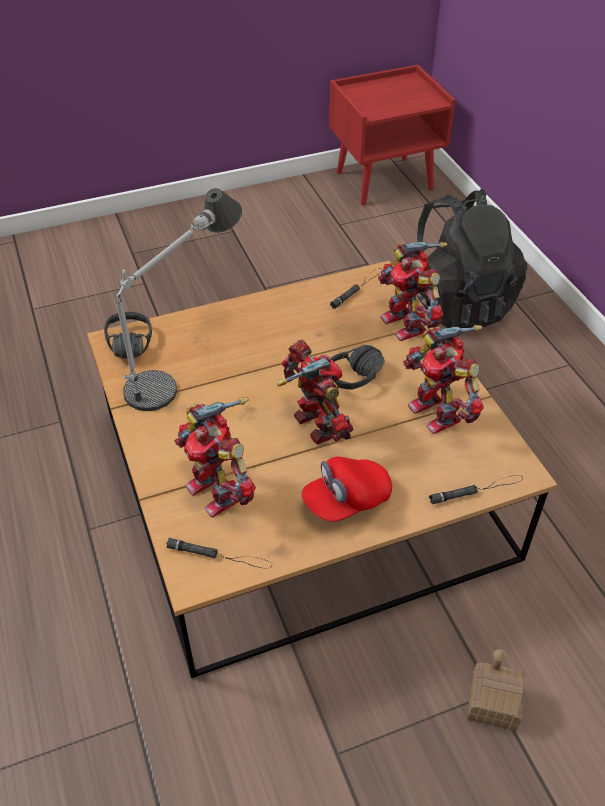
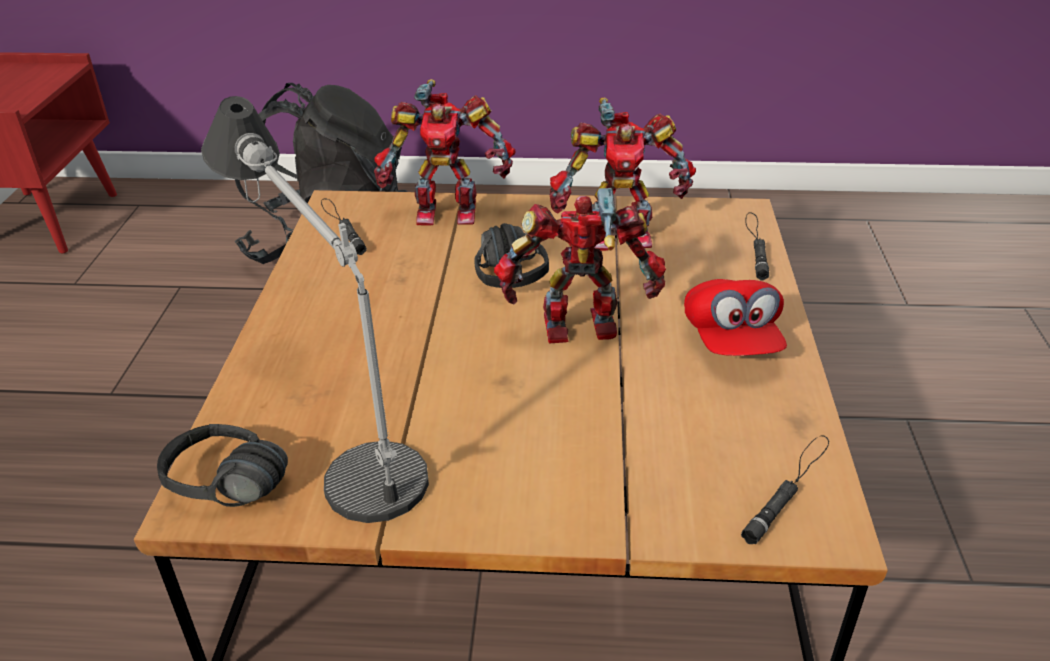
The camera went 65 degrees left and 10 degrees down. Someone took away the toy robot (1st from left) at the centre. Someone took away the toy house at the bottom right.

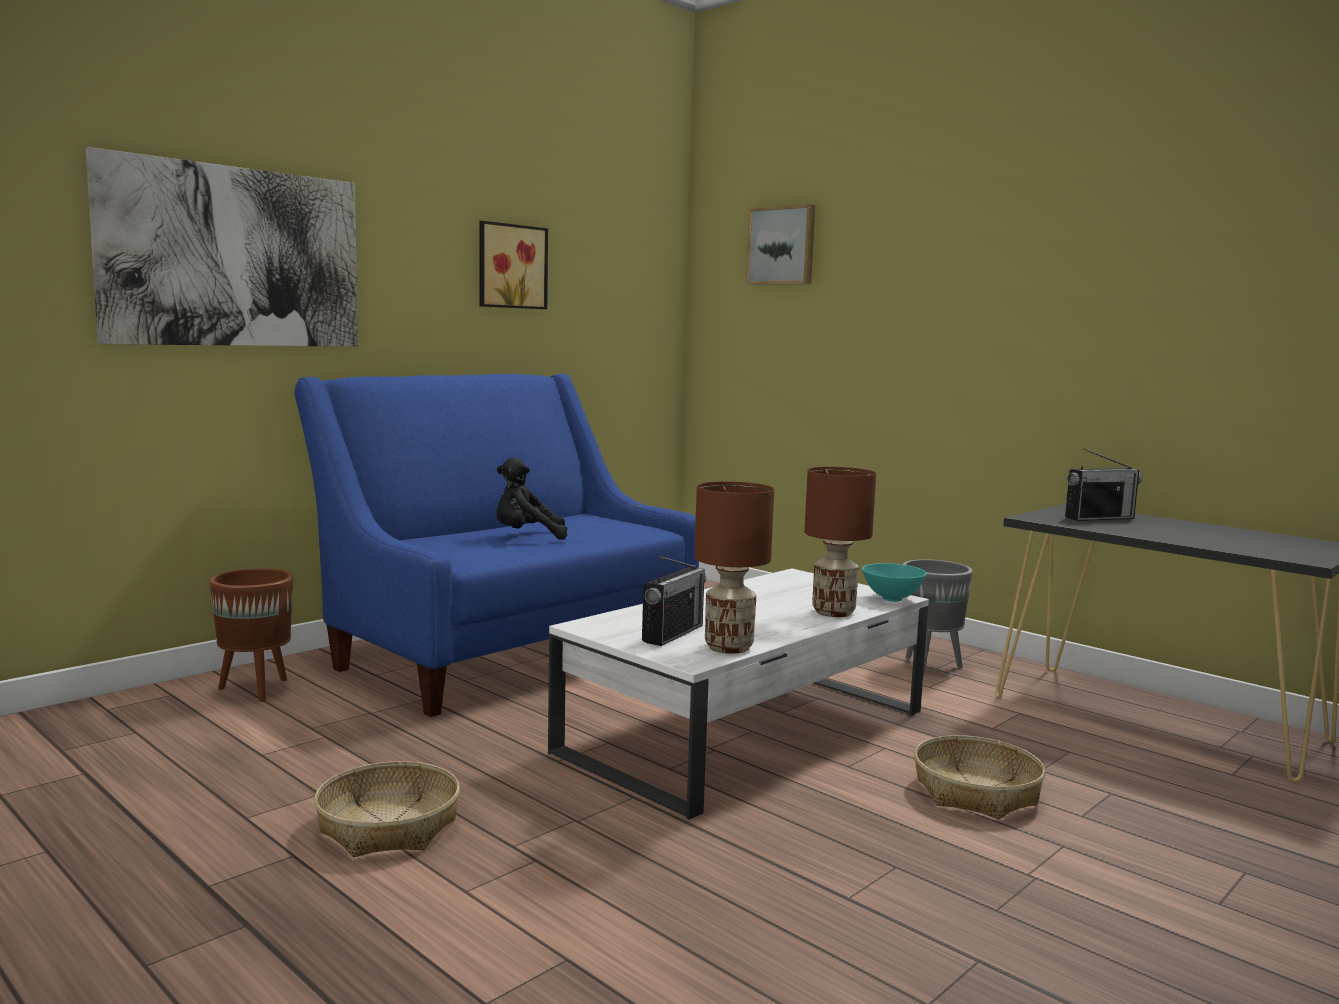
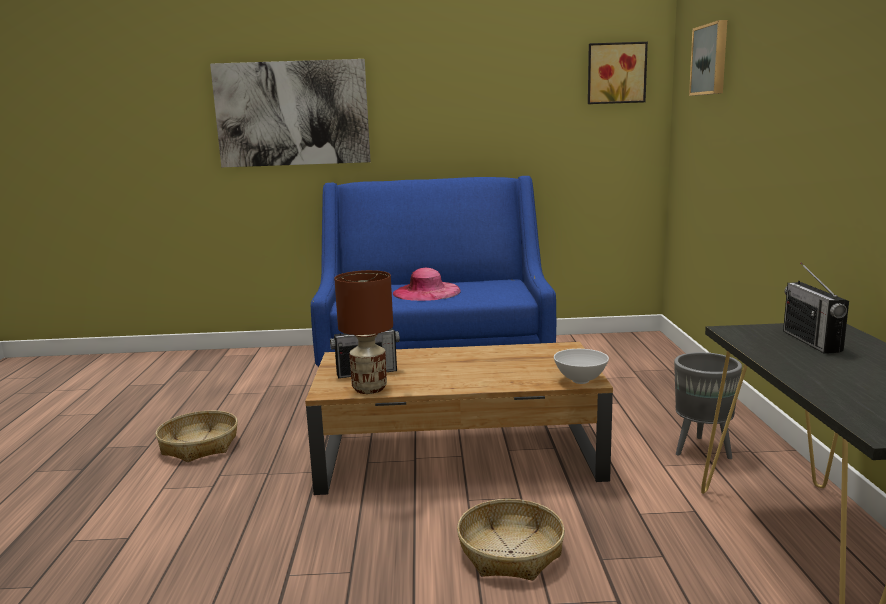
The camera went 45 degrees right and 5 degrees up. Someone repainted the coffee table (white) at the bottom centre, which became the coffee table (brown) at the bottom centre. Someone swapped the plush toy (black) at the centre for the hat (pink) at the centre. Someone repainted the bowl (turquoise) at the middle right, which became the bowl (white) at the centre. Someone carried the picture (2nd from left) from the top centre to the top right. Someone rotated the radio (2nd from left) at the middle right by 60 degrees clockwise. Someone took away the planter (brown) at the middle left. Someone took away the table lamp (brown) (2nd from left) at the centre.

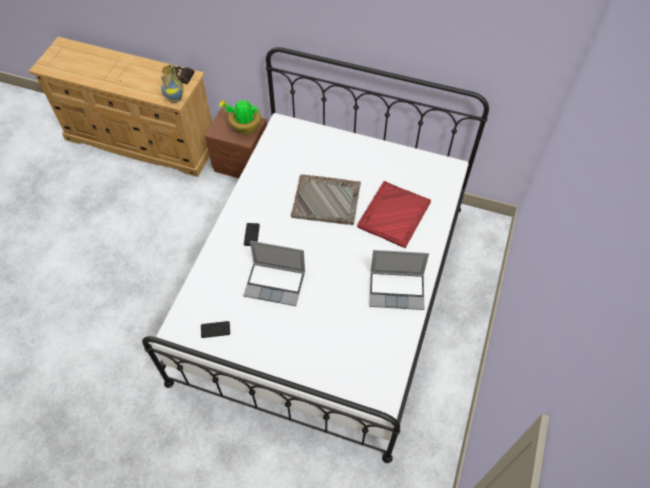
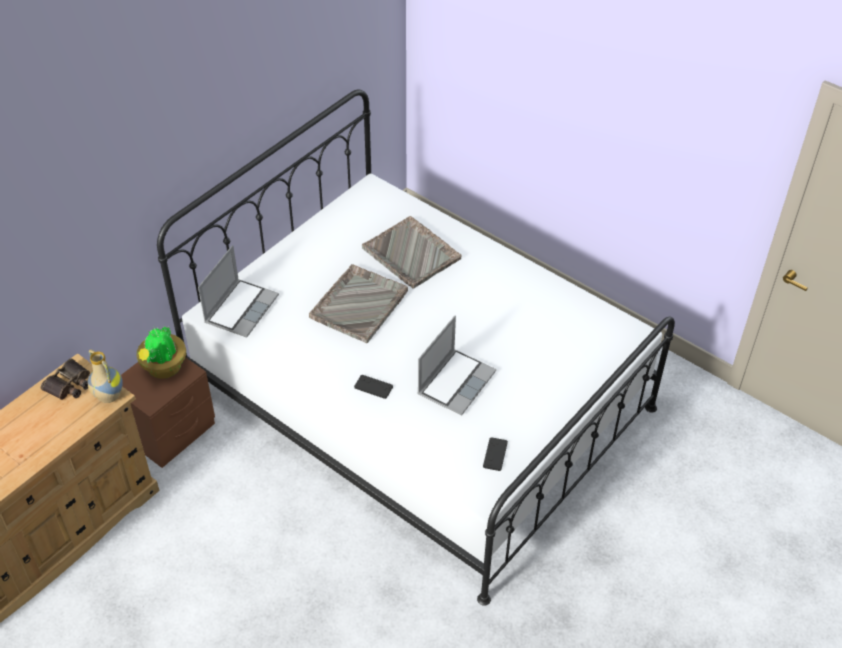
The camera went 70 degrees left and 10 degrees down. Someone carried the laptop (2nd from left in the first image) from the centre to the middle left. Someone repainted the tray (red) at the centre, which became the tray (grey) (2nd from left) at the centre.

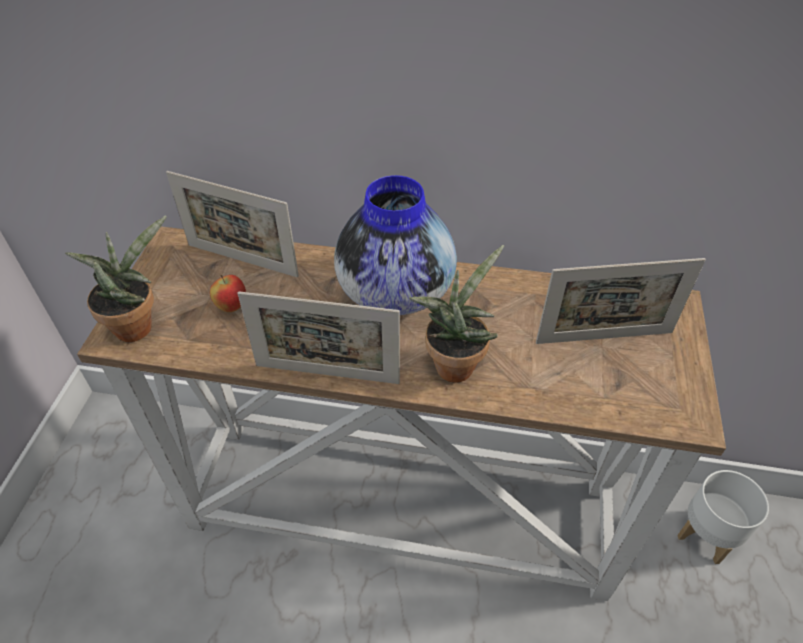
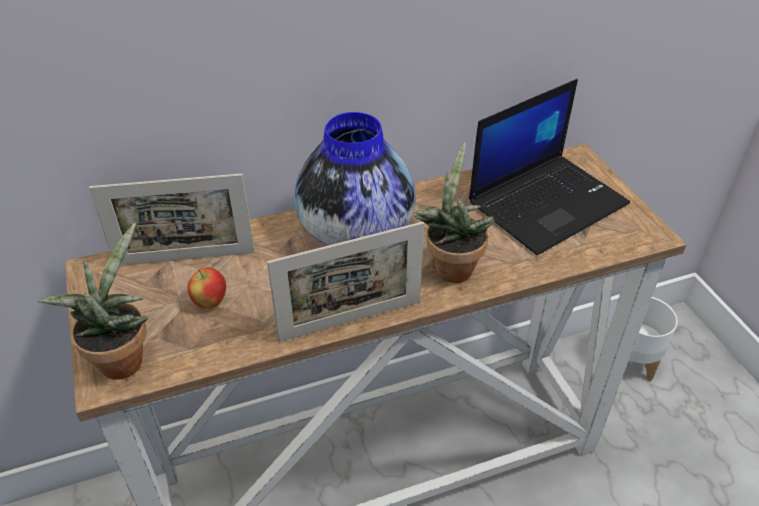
The camera went 30 degrees left and 5 degrees down. Someone swapped the picture frame (3rd from left) at the middle right for the laptop at the top right.

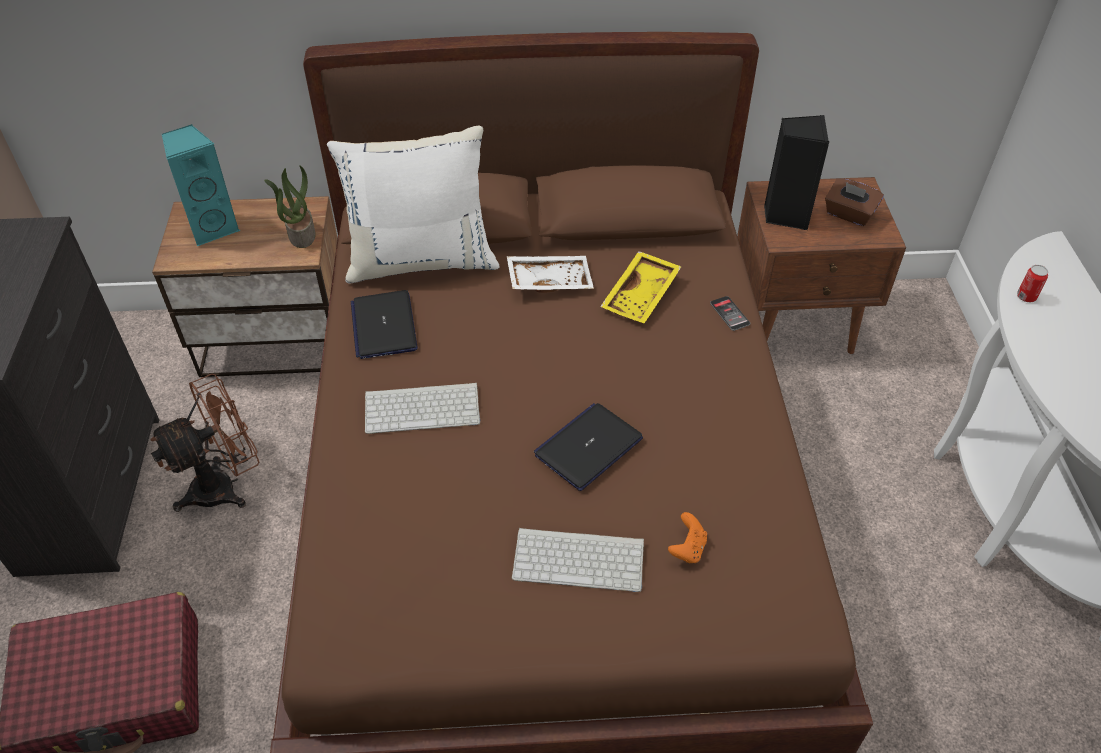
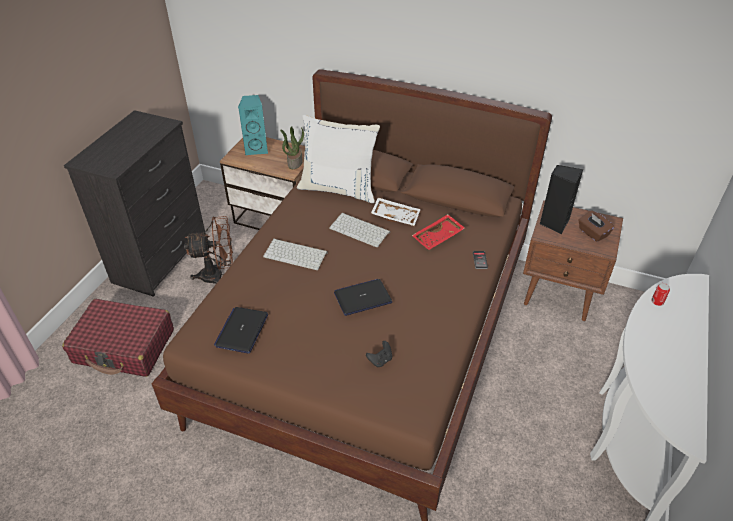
The camera went 25 degrees right and 5 degrees down. Someone carried the laptop (1st from left) from the centre to the middle left. Someone carried the keyboard (2nd from left) from the bottom centre to the centre. Someone repainted the game controller (orange) at the bottom centre, which became the game controller (black) at the bottom centre. Someone repainted the tray (yellow) at the centre, which became the tray (red) at the centre.

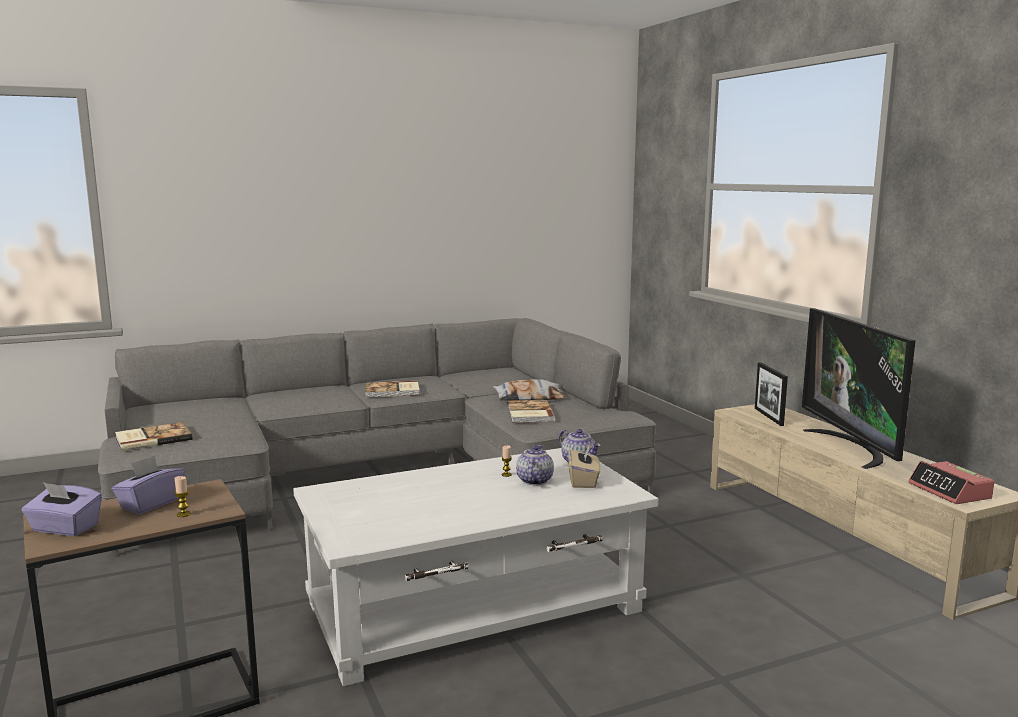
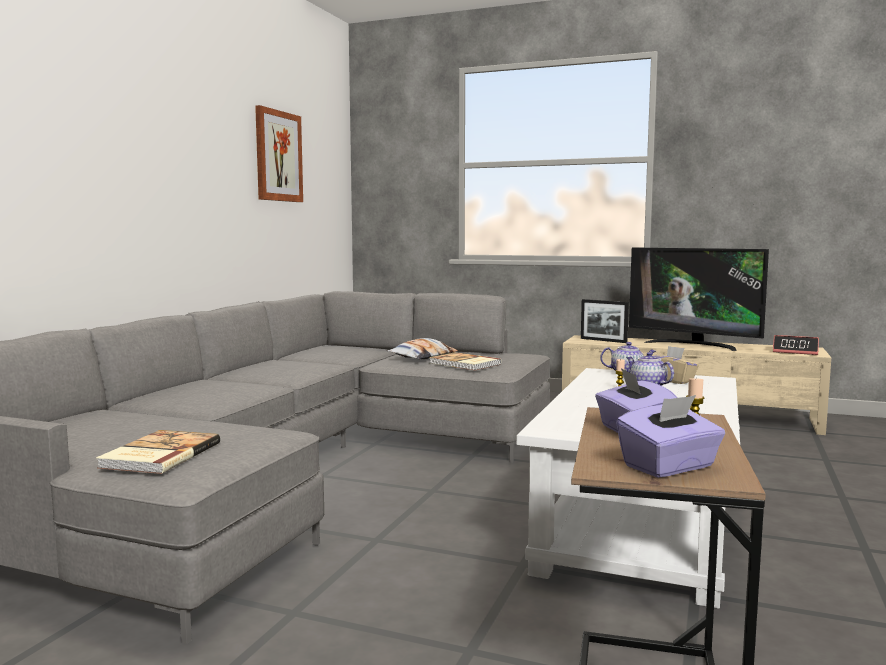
The camera went 45 degrees left and 5 degrees down. Someone put up the picture at the top left. Someone took away the book (2nd from left) at the centre.

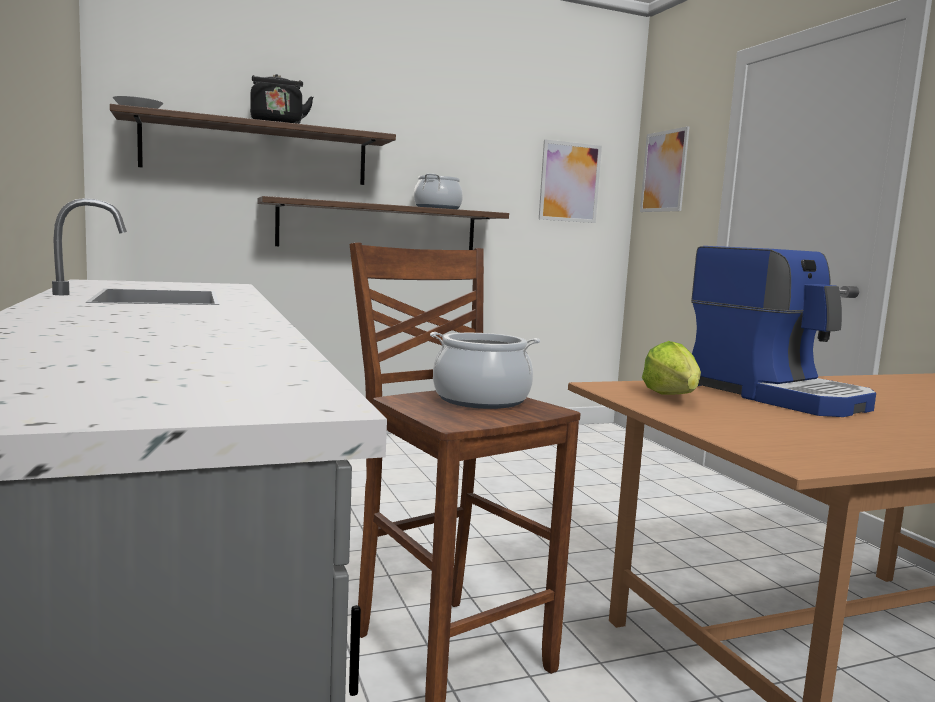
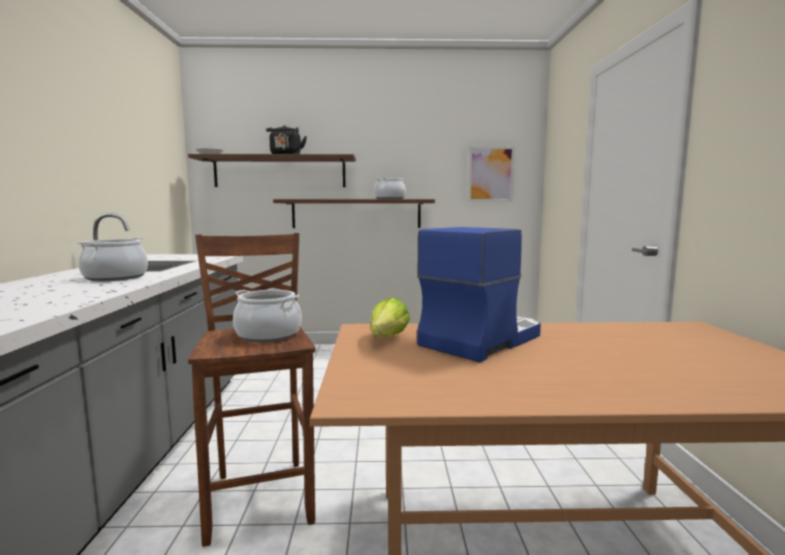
The camera went 20 degrees right and 0 degrees up. Someone put down the cooking pot (1st from left) at the middle left. Someone rotated the coffee machine at the middle right by 120 degrees counterclockwise. Someone took away the picture (2nd from left) at the top right.

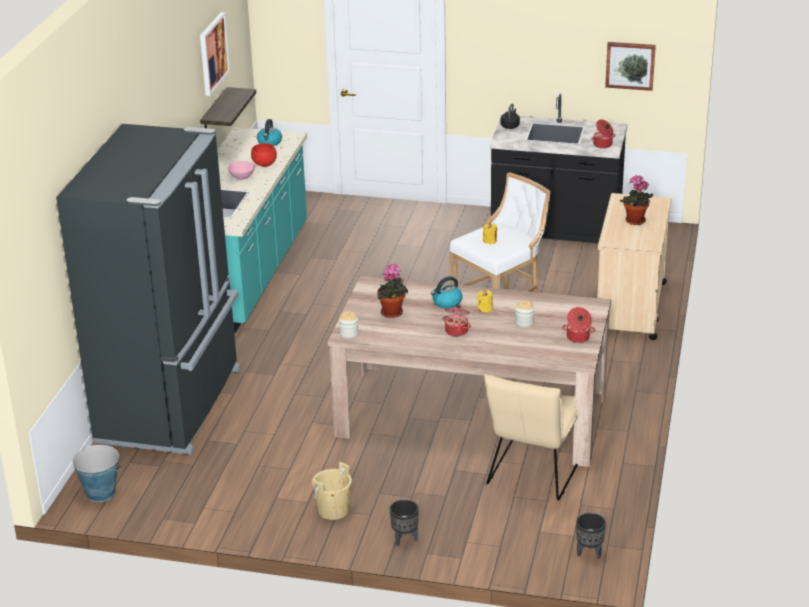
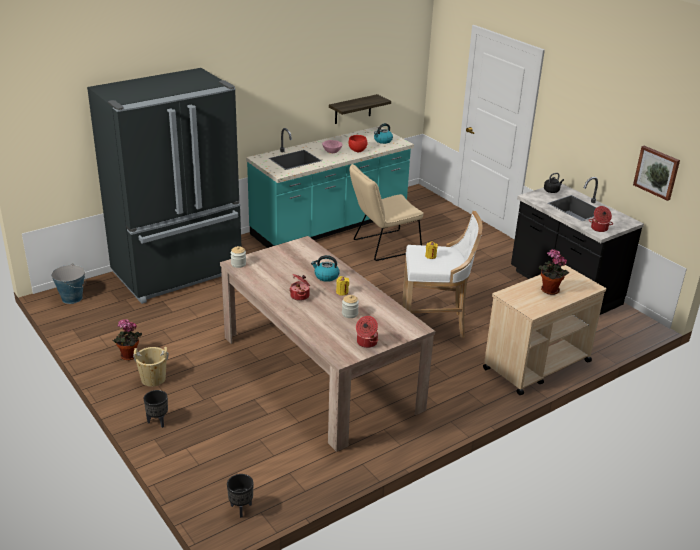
The camera went 40 degrees right and 0 degrees up. Someone carried the potted plant (1st from left) from the centre to the middle left. Someone carried the chair (beige) from the bottom centre to the centre. Someone took away the picture (1st from left) at the top left.

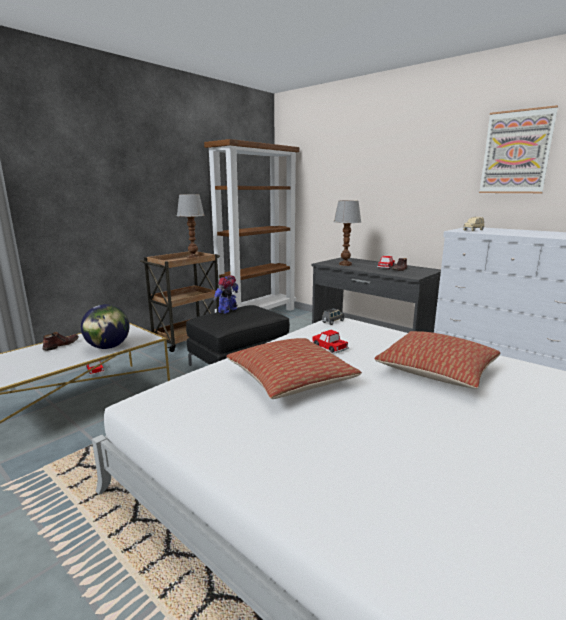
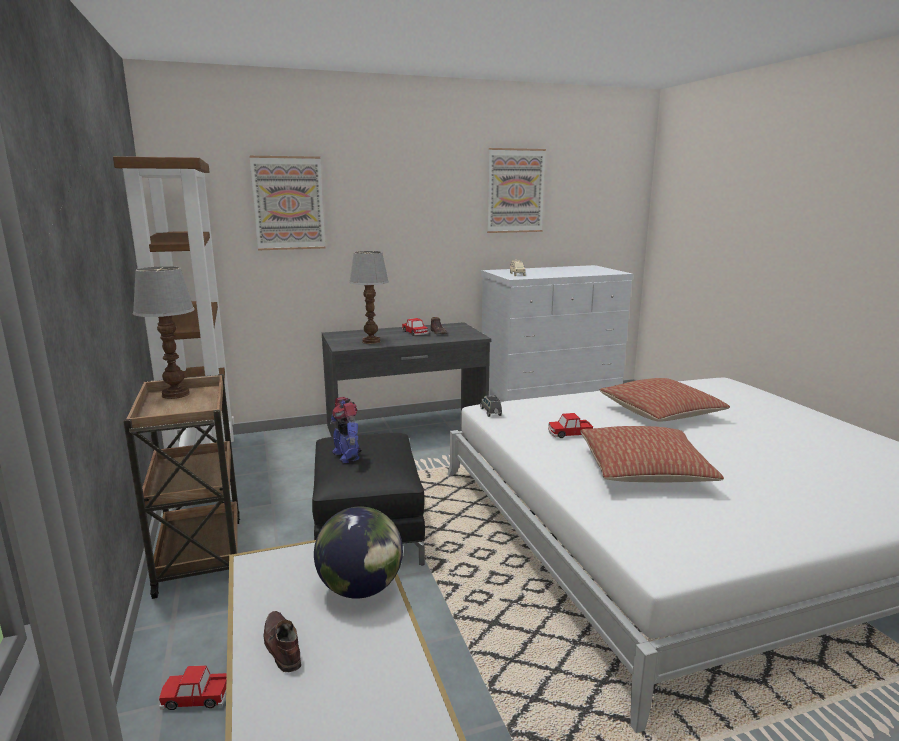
The camera went 60 degrees left and 0 degrees up. Someone put up the picture (1st from left) at the top left.

